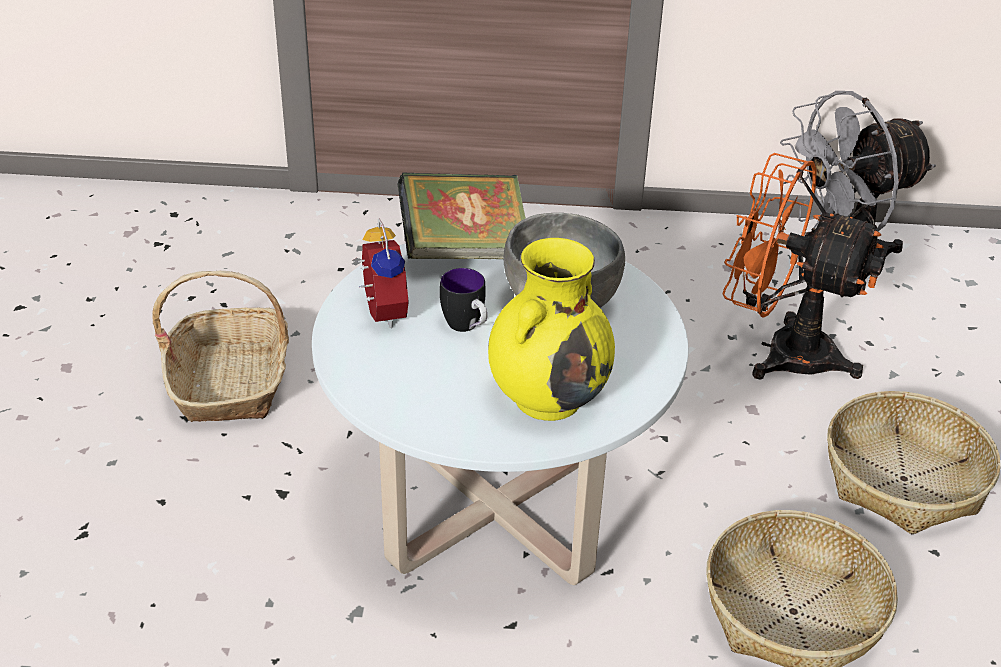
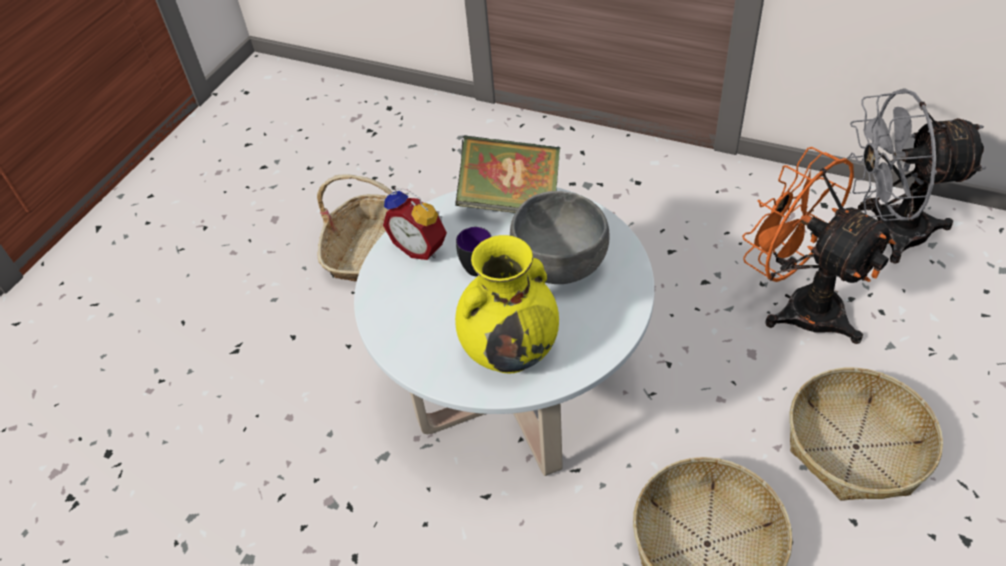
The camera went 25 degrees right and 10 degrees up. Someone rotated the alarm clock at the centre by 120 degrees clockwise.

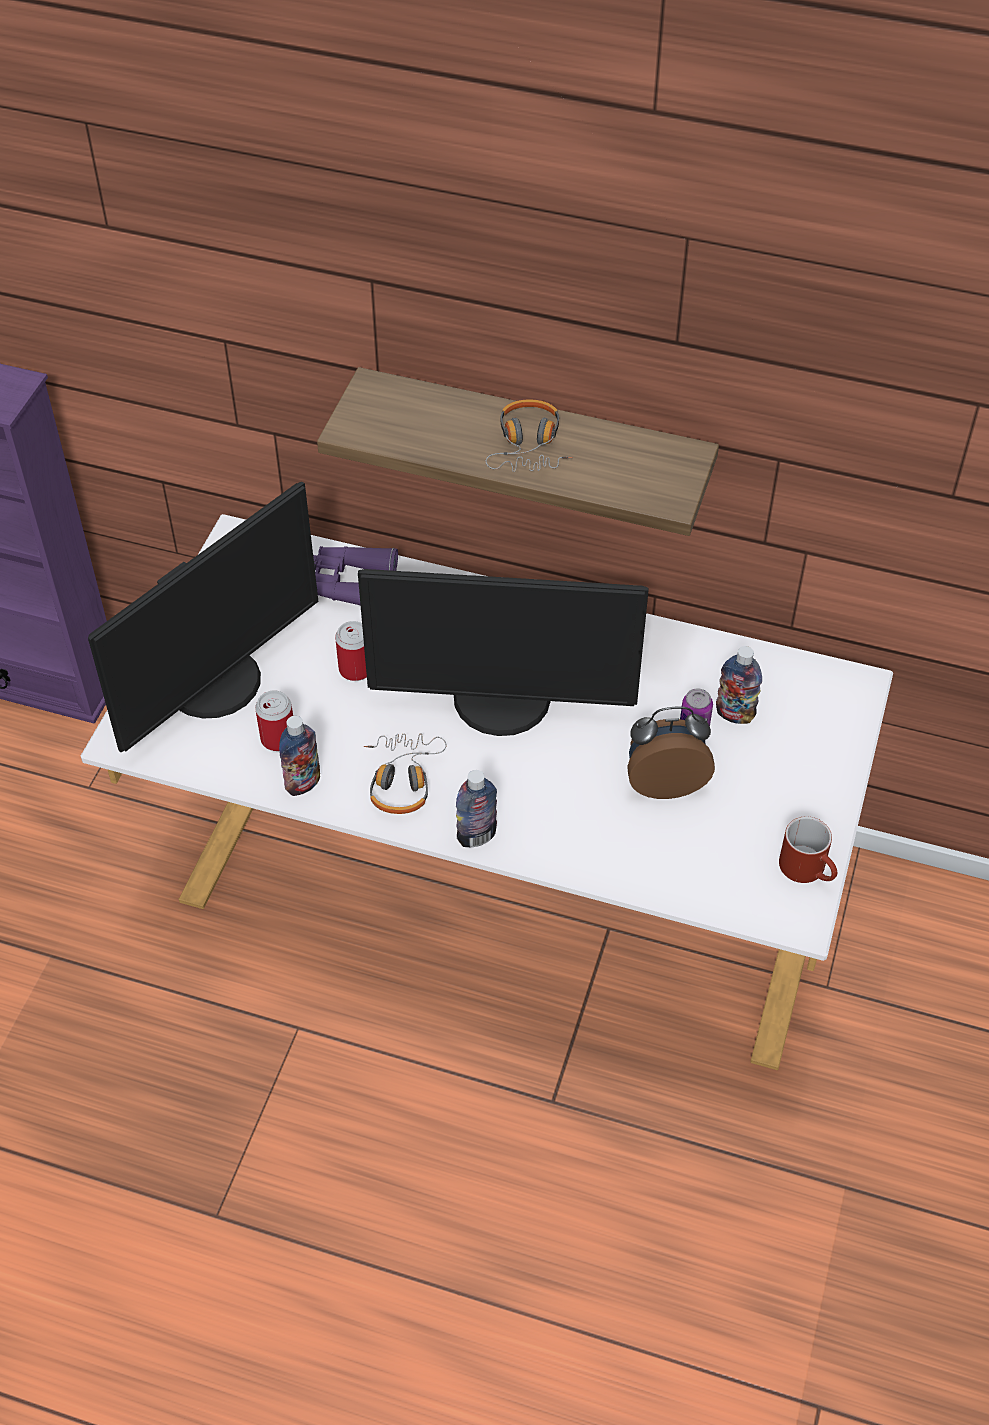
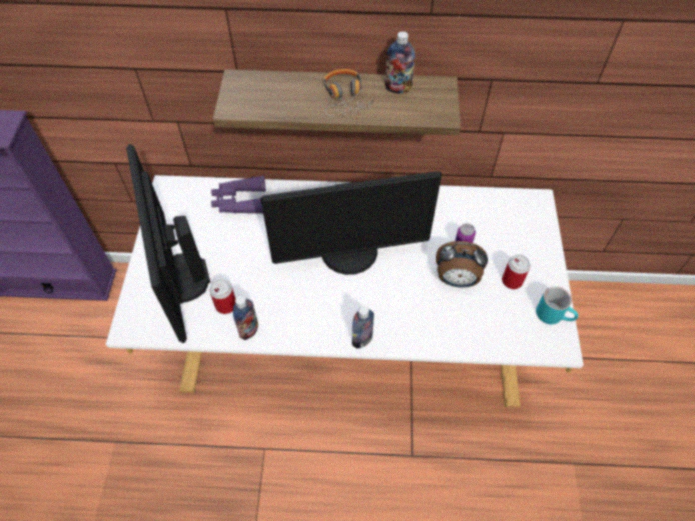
The camera went 15 degrees left and 5 degrees up. Someone rotated the monitor (1st from left) at the middle left by 135 degrees clockwise. Someone carried the bottle (3rd from left) from the middle right to the top centre. Someone rotated the alarm clock at the middle right by 150 degrees counterclockwise. Someone carried the can (2nd from left in the first image) from the centre to the middle right. Someone repainted the mug (red) at the middle right, which became the mug (turquoise) at the middle right. Someone took away the headphones (1st from left) at the centre.

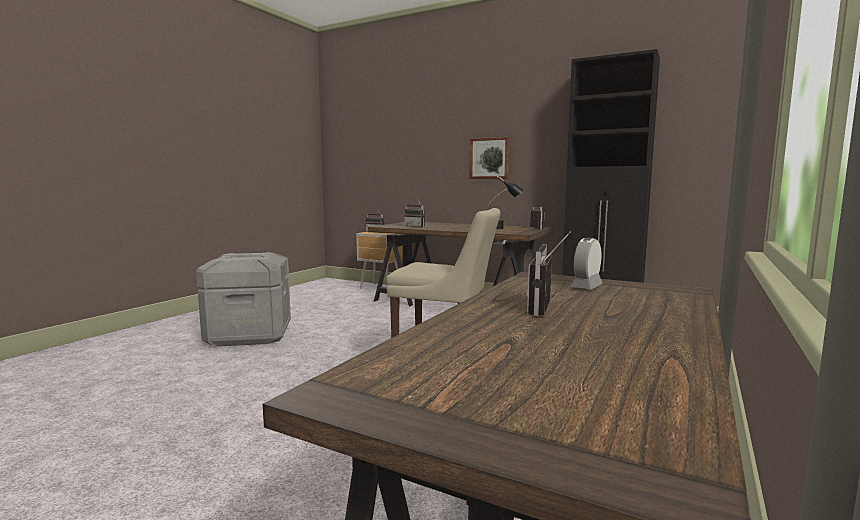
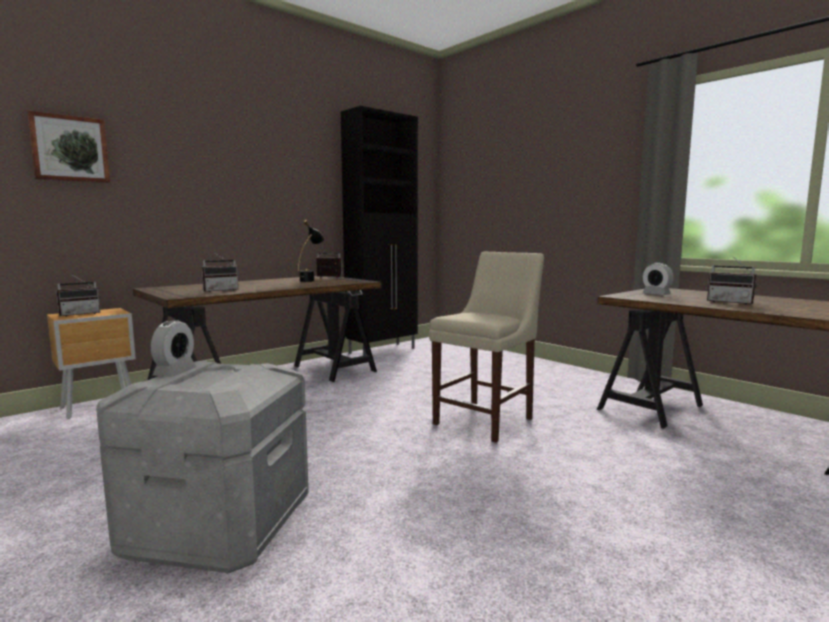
The camera went 70 degrees left and 0 degrees up. Someone carried the picture from the top centre to the top left. Someone put down the alarm clock (1st from left) at the middle left.

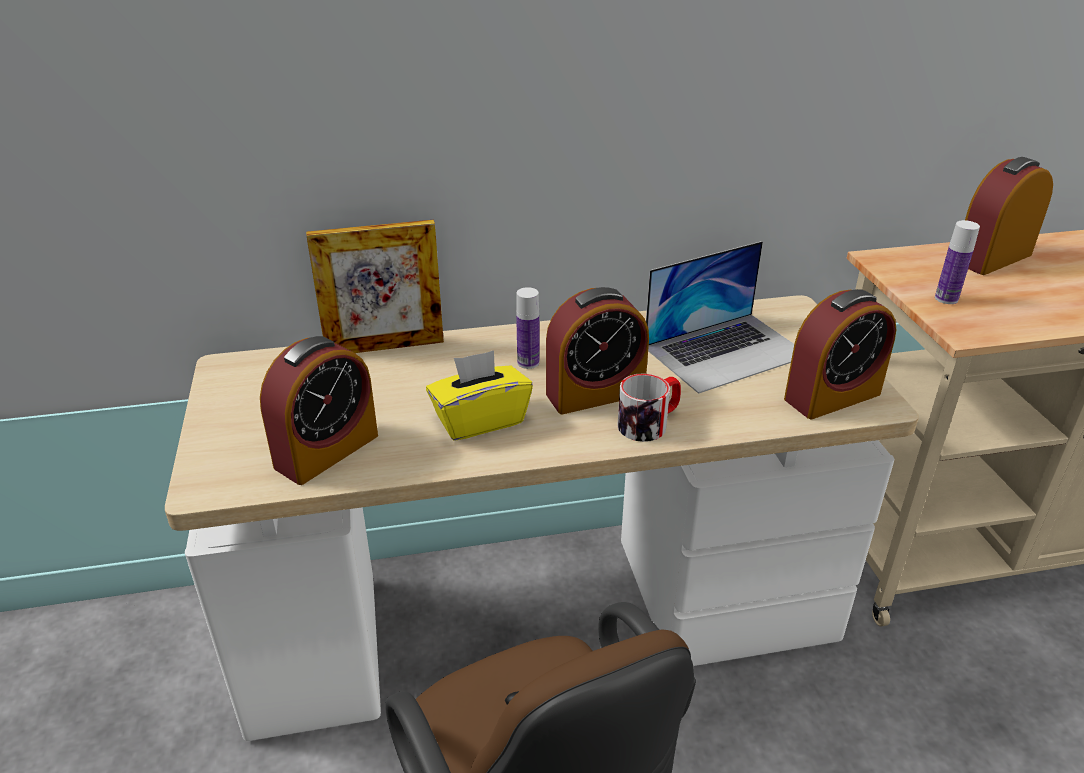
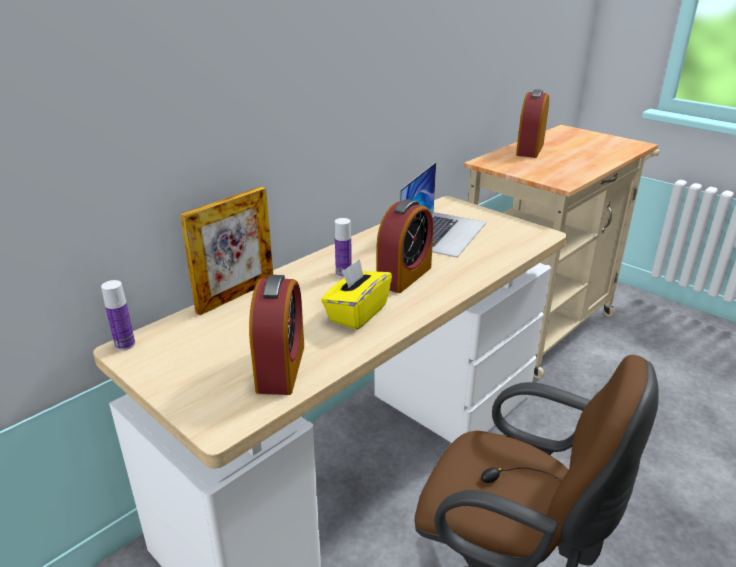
The camera went 35 degrees left and 5 degrees down. Someone carried the bottle (2nd from left in the first image) from the middle right to the middle left. Someone took away the mug at the centre. Someone took away the alarm clock (3rd from left) at the middle right.

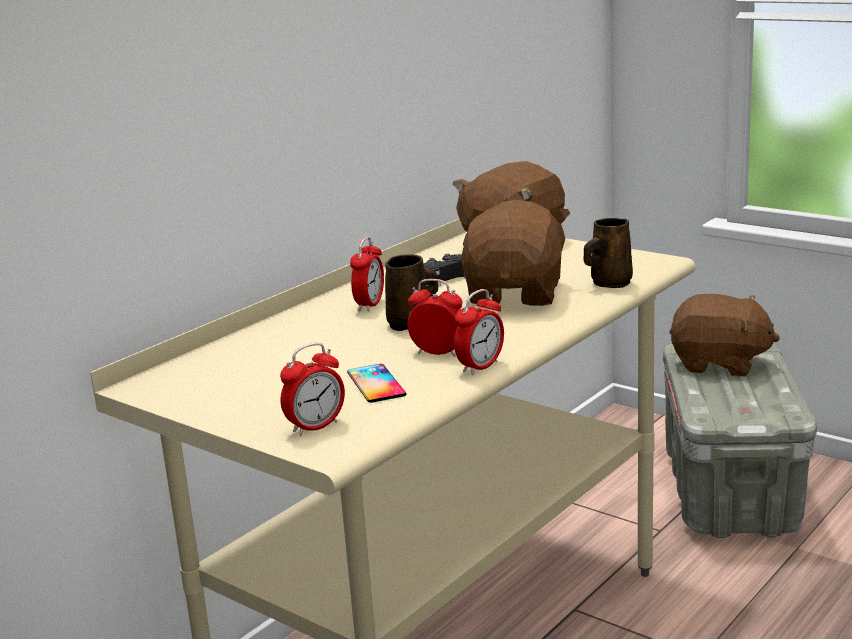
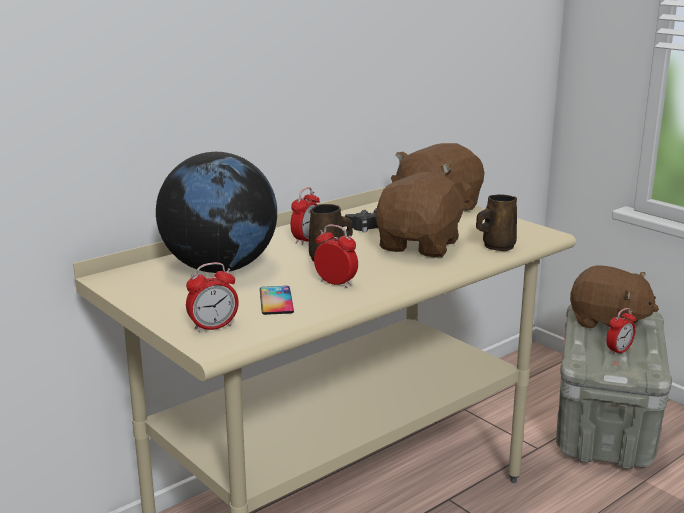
The camera went 10 degrees right and 0 degrees up. Someone put down the globe at the middle left. Someone carried the alarm clock (4th from left) from the centre to the middle right.

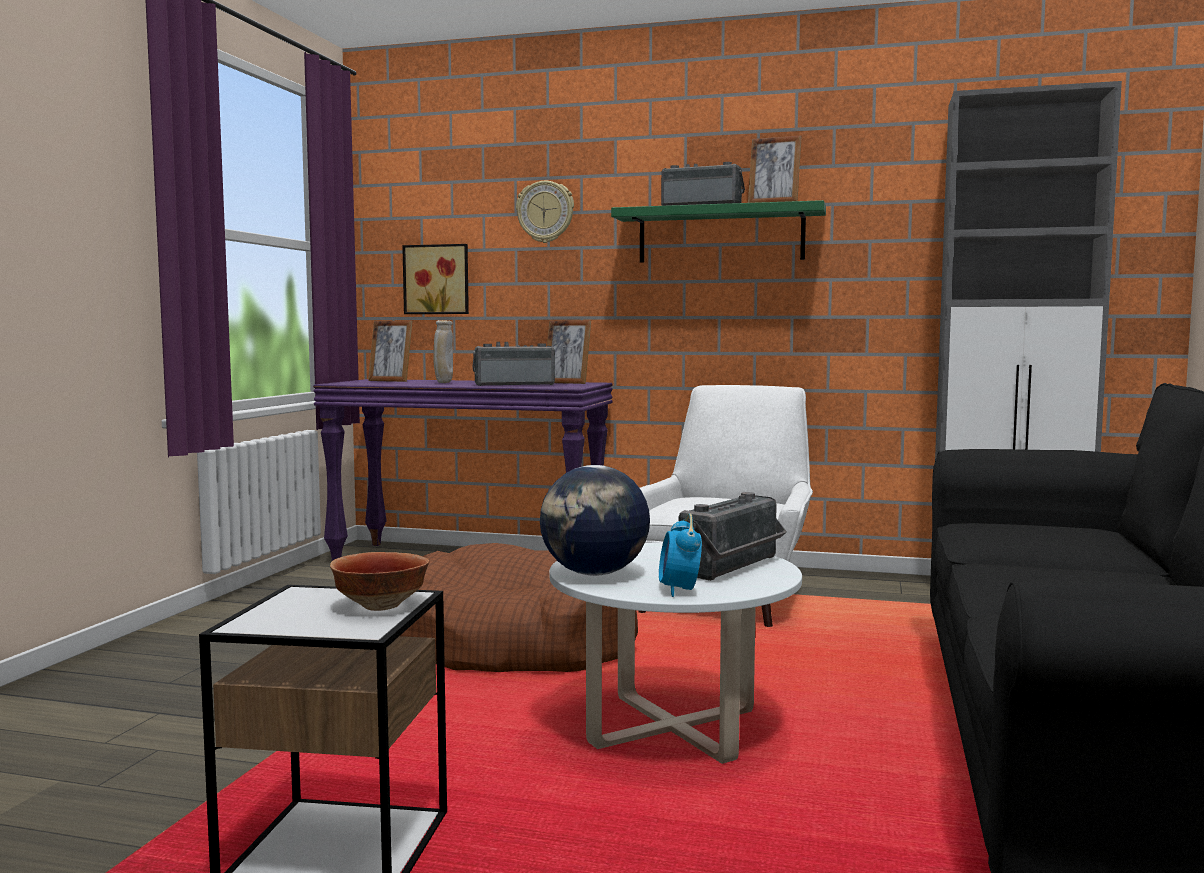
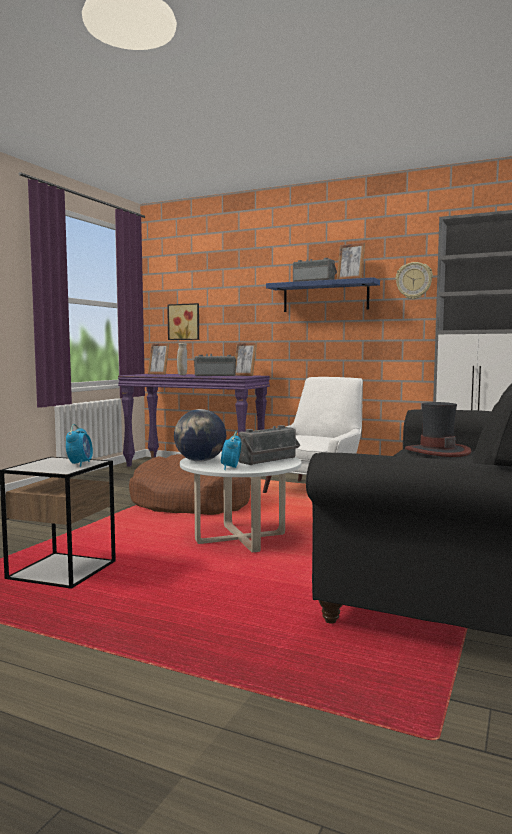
The camera went 10 degrees right and 0 degrees up. Someone swapped the bowl at the middle left for the alarm clock (1st from left) at the middle left. Someone repainted the shelf (green) at the top centre, which became the shelf (blue) at the centre. Someone carried the wall clock from the top centre to the middle right. Someone put down the hat at the middle right.

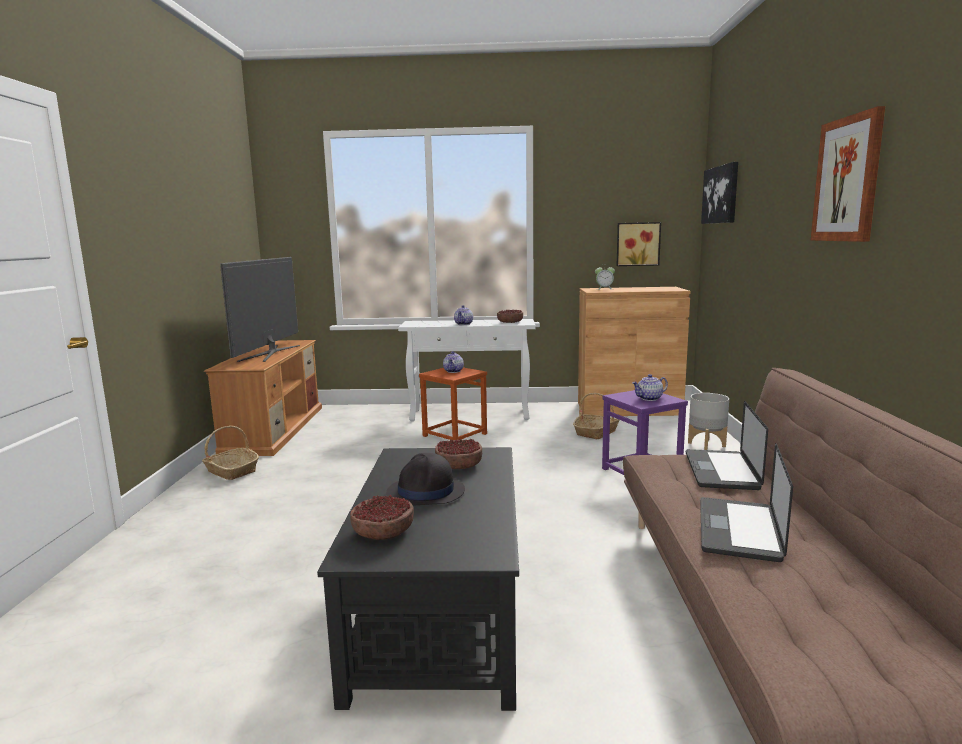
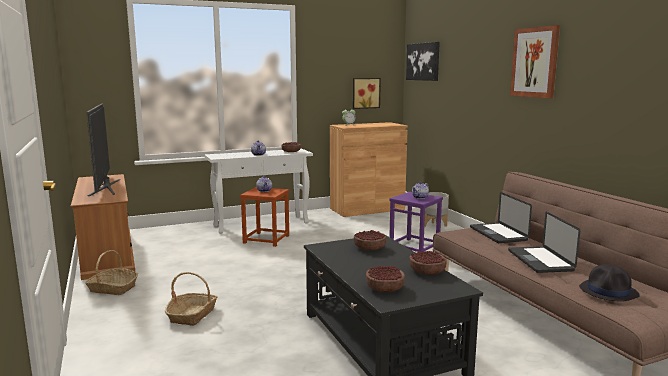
The camera went 25 degrees left and 0 degrees up. Someone carried the basket (2nd from left) from the centre to the bottom left. Someone put down the bowl (4th from left) at the bottom centre. Someone carried the hat (black) from the centre to the bottom right.

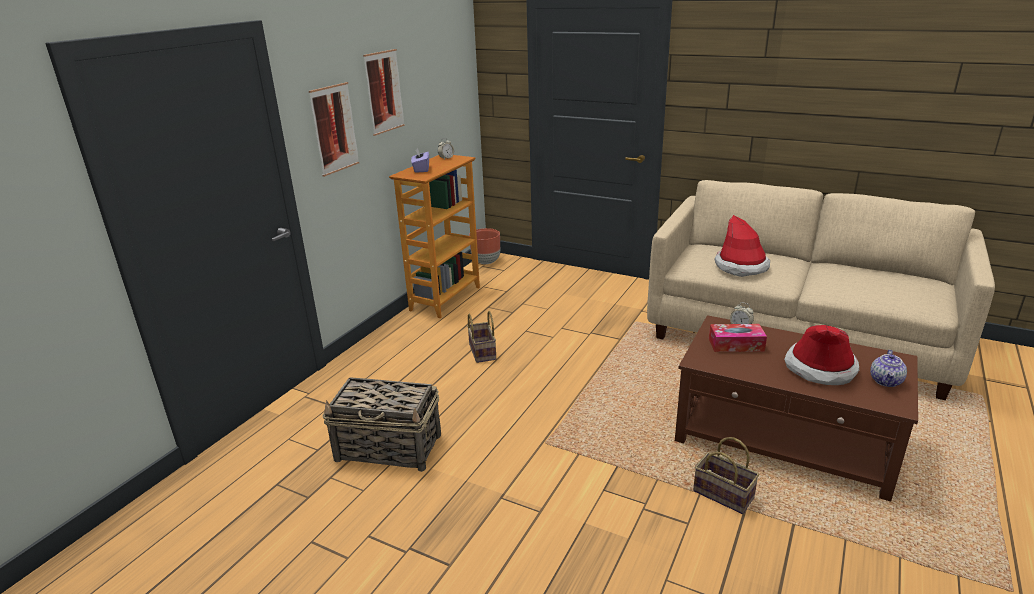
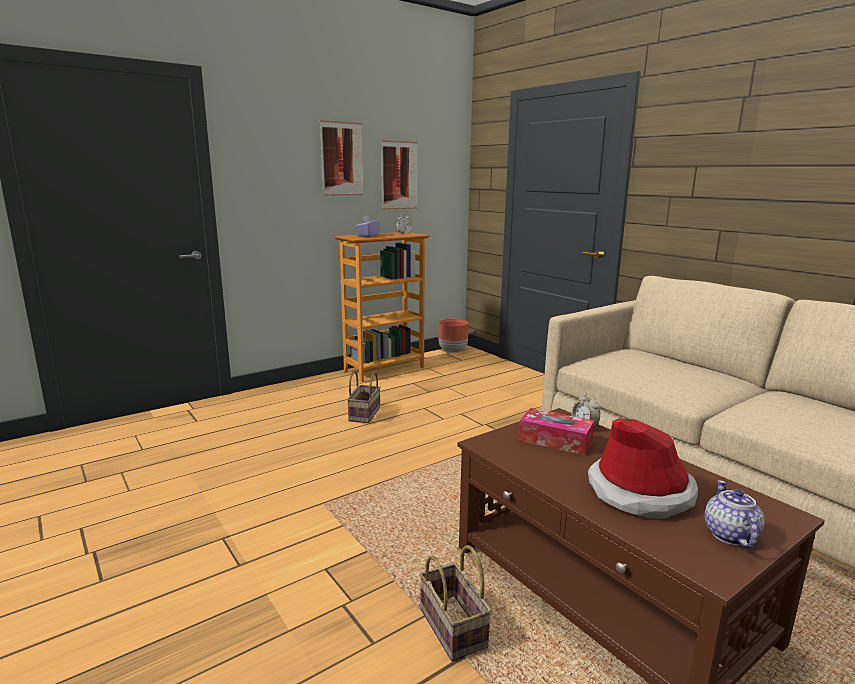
The camera went 25 degrees right and 10 degrees down. Someone carried the picture (1st from left in the first image) from the top left to the top centre. Someone rotated the teapot at the middle right by 135 degrees clockwise. Someone took away the basket (1st from left) at the bottom centre. Someone took away the hat (1st from left) at the middle right.

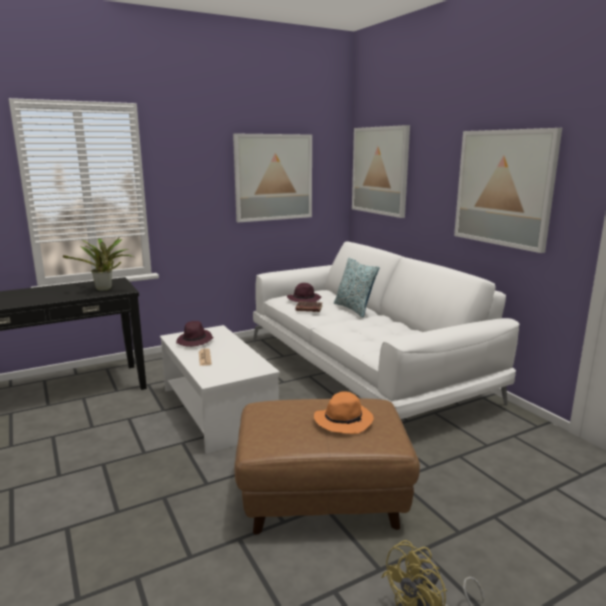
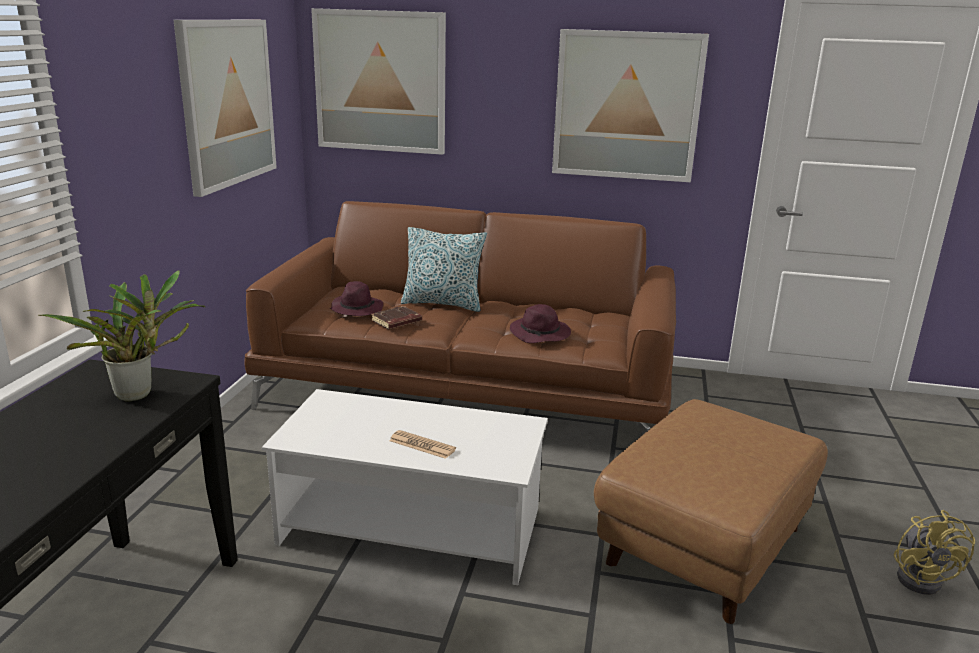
The camera went 50 degrees left and 5 degrees up. Someone repainted the sofa (white) at the centre, which became the sofa (brown) at the centre. Someone carried the hat (purple) (1st from left in the first image) from the middle left to the centre. Someone took away the hat (orange) at the bottom centre.

